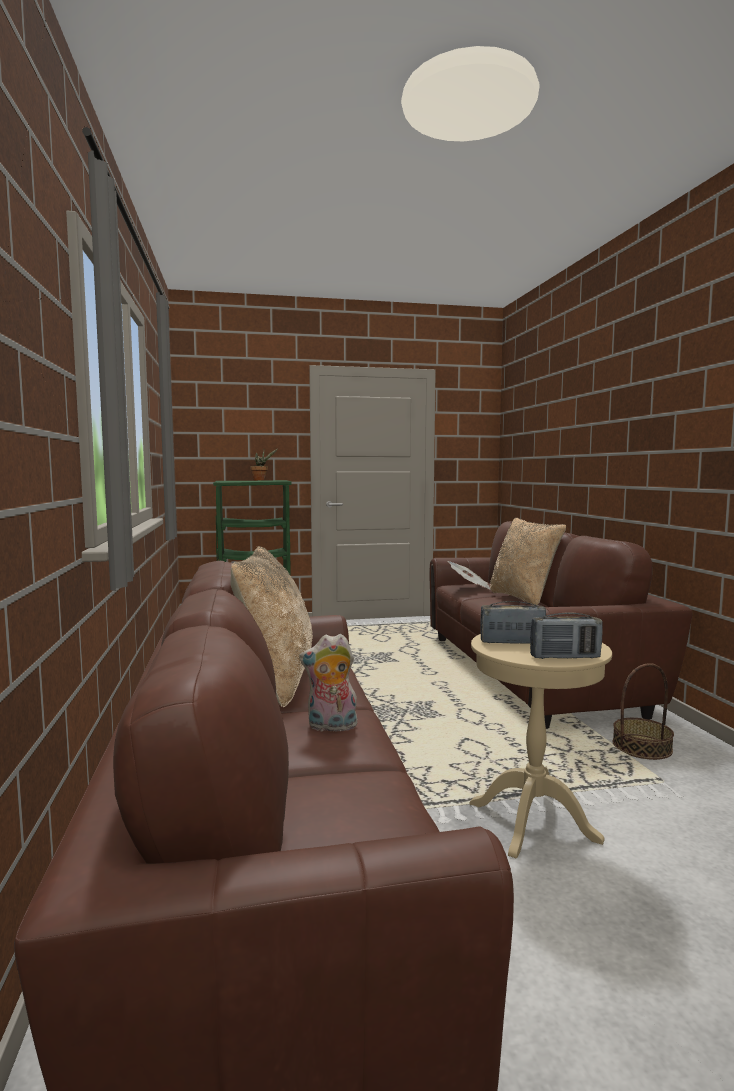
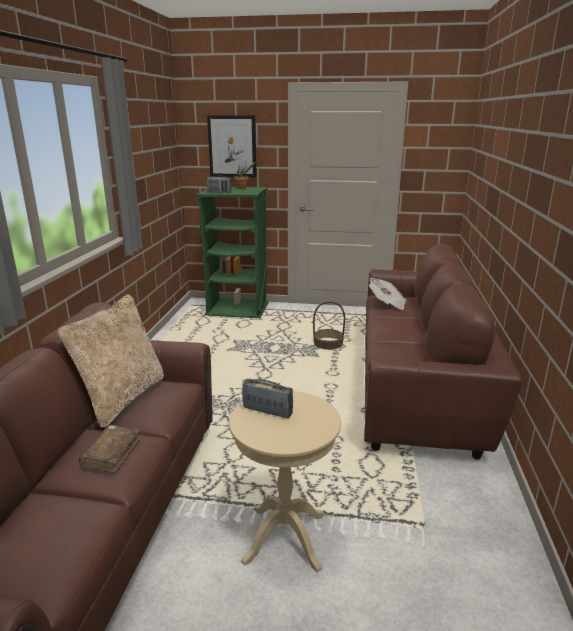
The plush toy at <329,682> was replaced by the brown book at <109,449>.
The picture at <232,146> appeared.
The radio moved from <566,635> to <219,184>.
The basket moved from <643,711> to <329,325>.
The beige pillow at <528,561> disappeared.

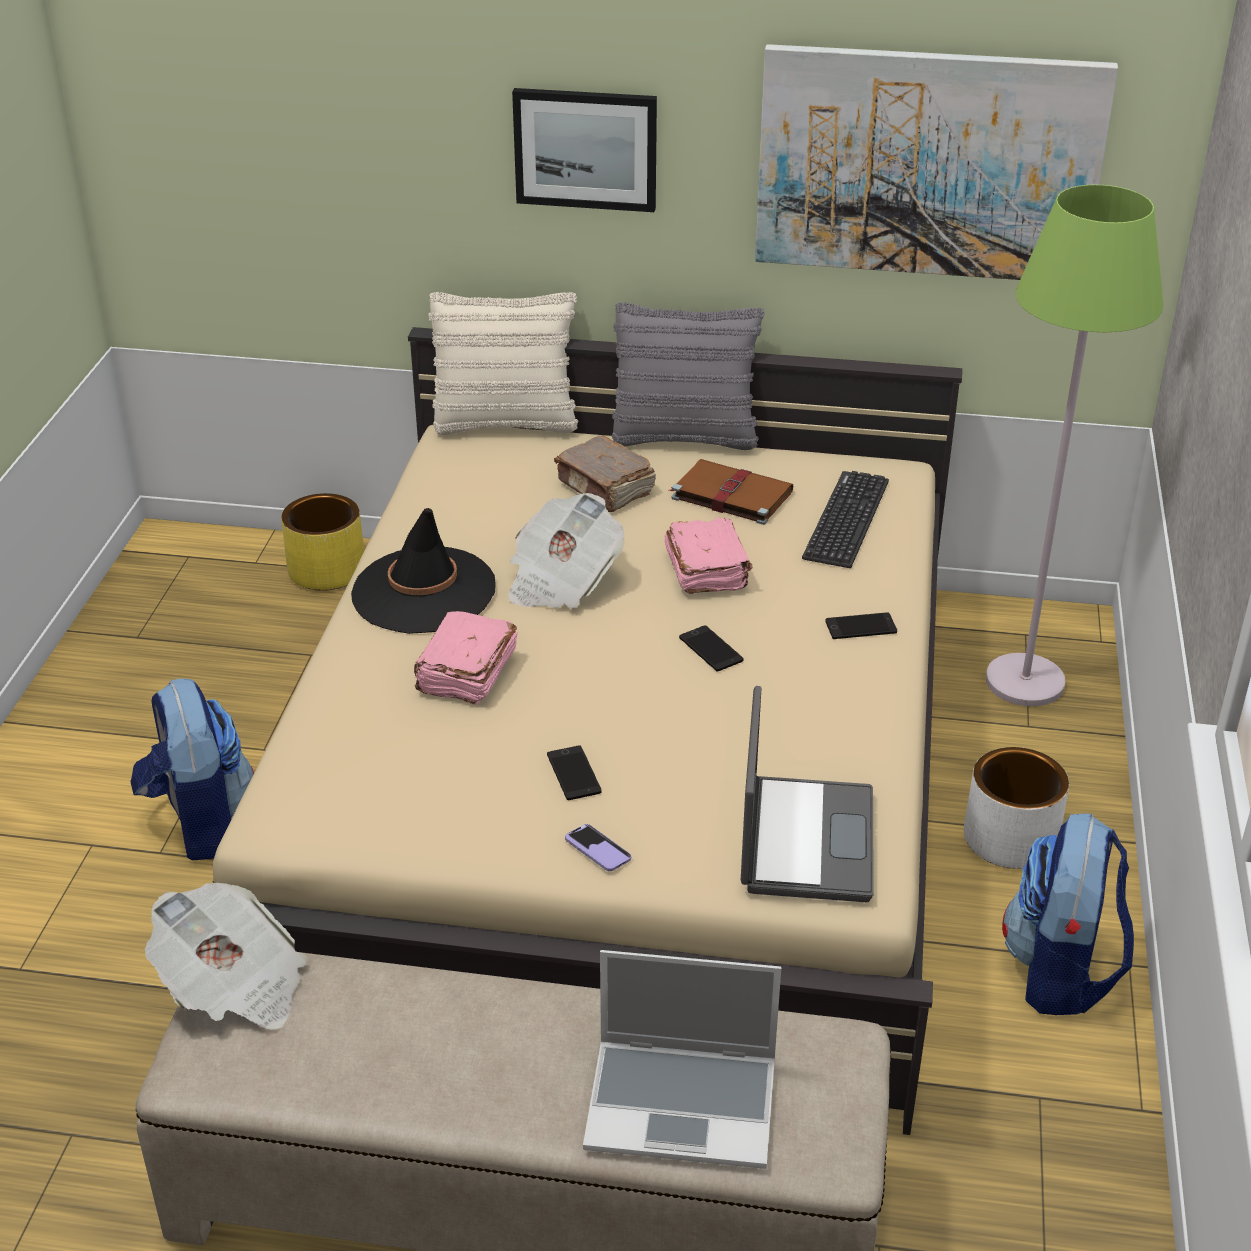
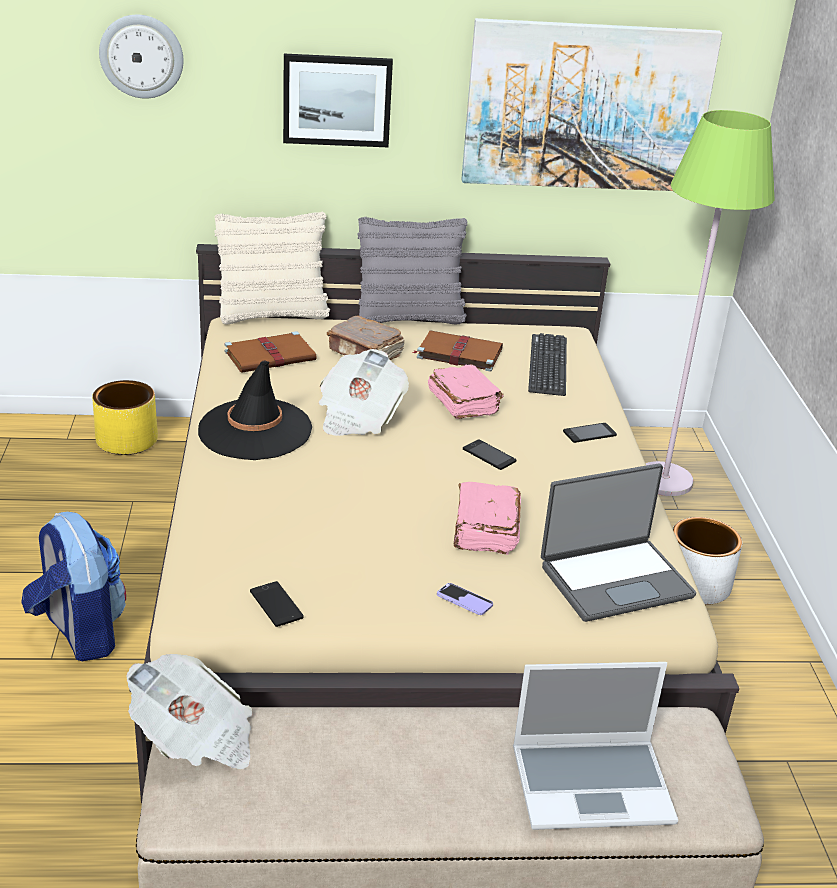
The wall clock at <141,57> appeared.
The brown book at <270,352> appeared.
The phone moved from <574,772> to <277,604>.
The pink book moved from <466,658> to <487,518>.
The laptop at <807,794> turned 75 degrees clockwise.
The backpack at <1068,914> disappeared.

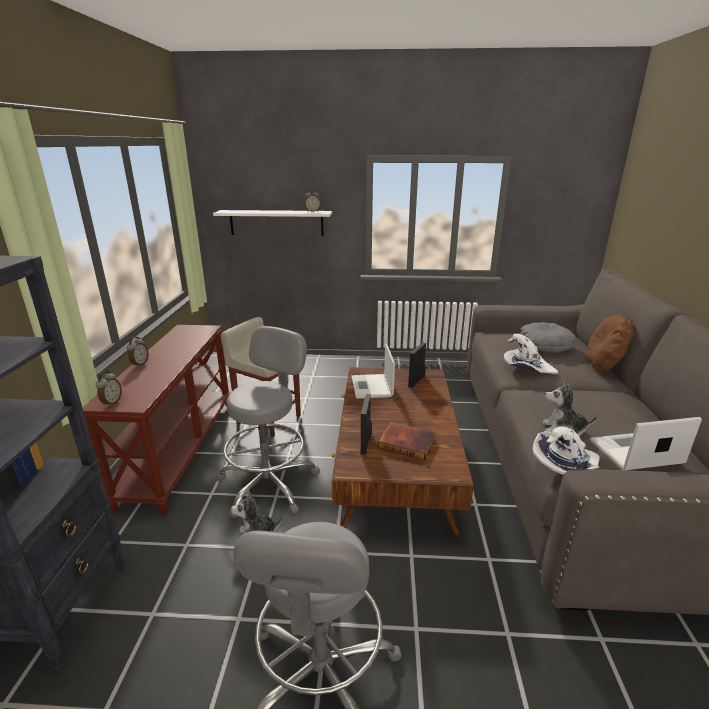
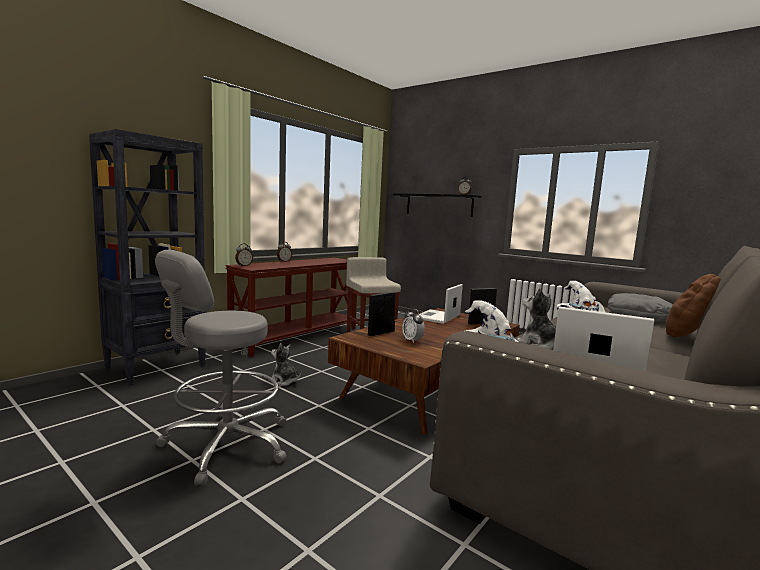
The white shelf at <272,223> became the black shelf at <437,205>.
The book at <406,441> was replaced by the alarm clock at <413,326>.
The grey stool at <268,422> disappeared.

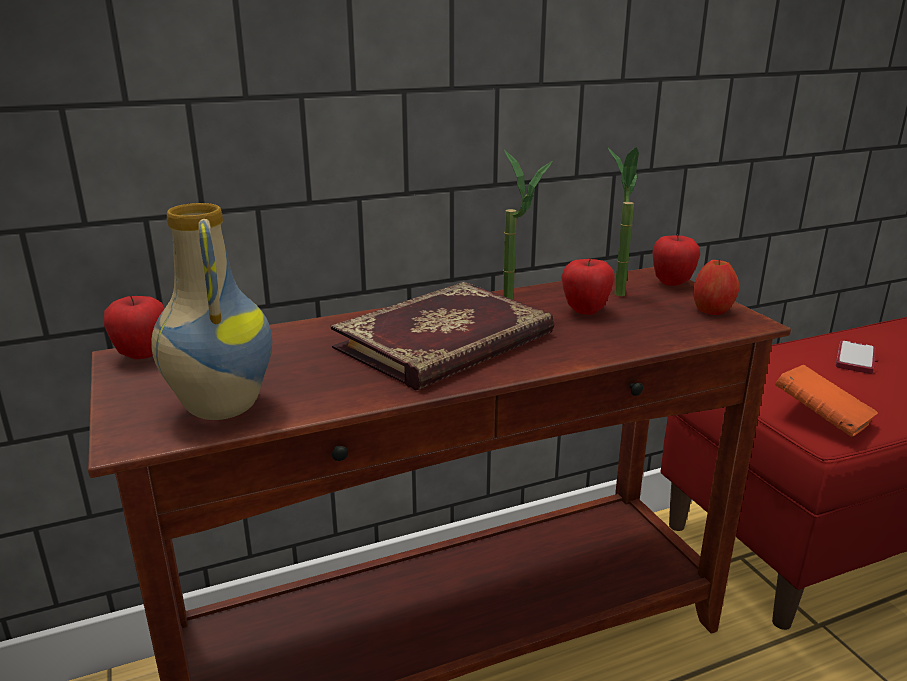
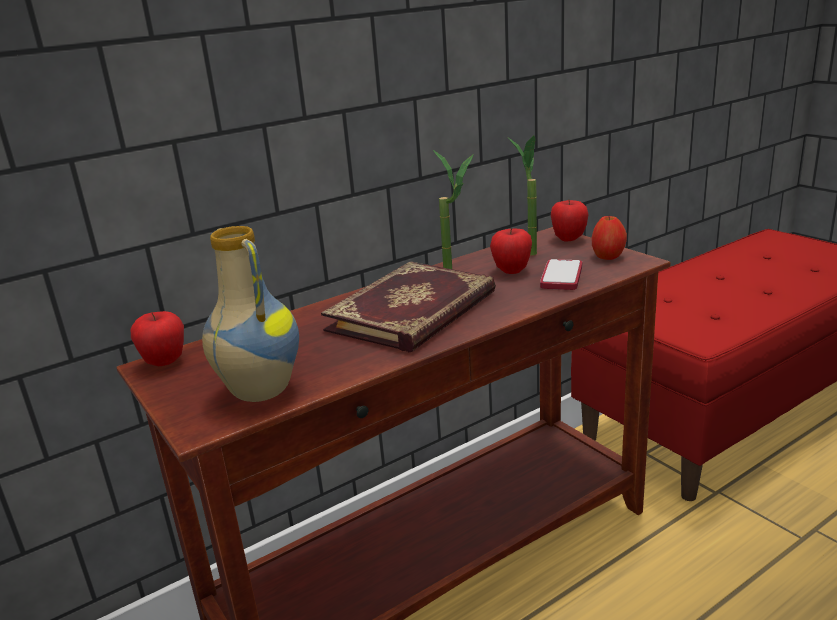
The phone moved from <856,357> to <561,274>.
The orange book at <826,401> disappeared.

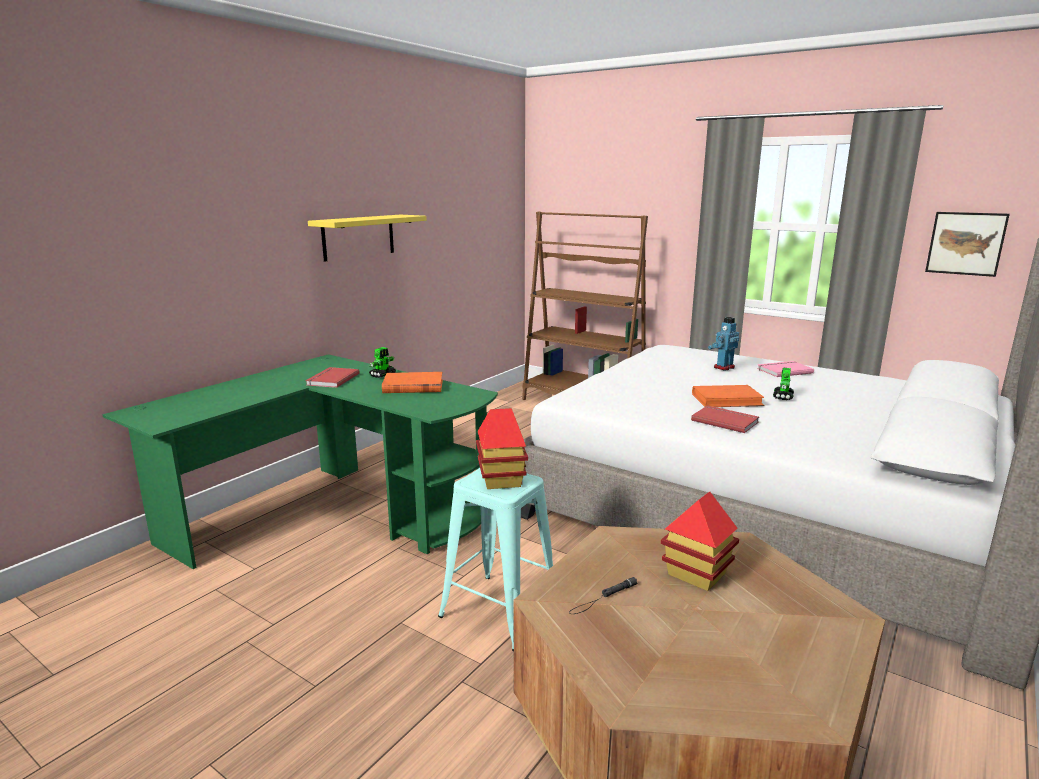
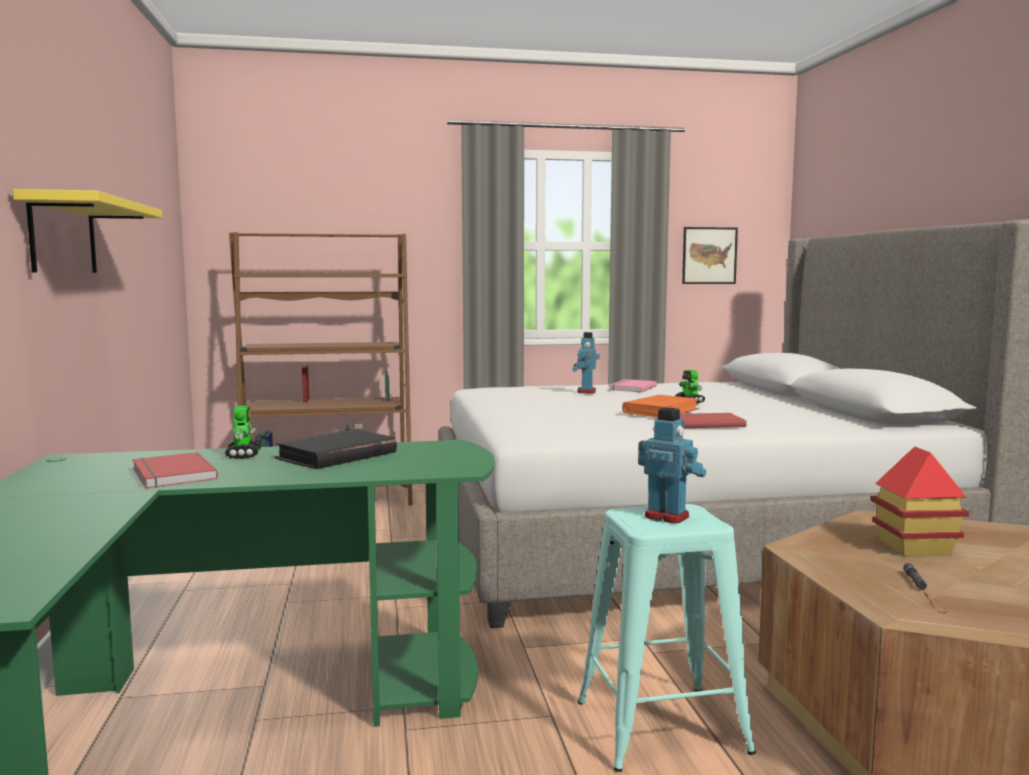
The orange book at <412,382> became the black book at <335,449>.
The toy house at <502,448> was replaced by the toy robot at <672,465>.

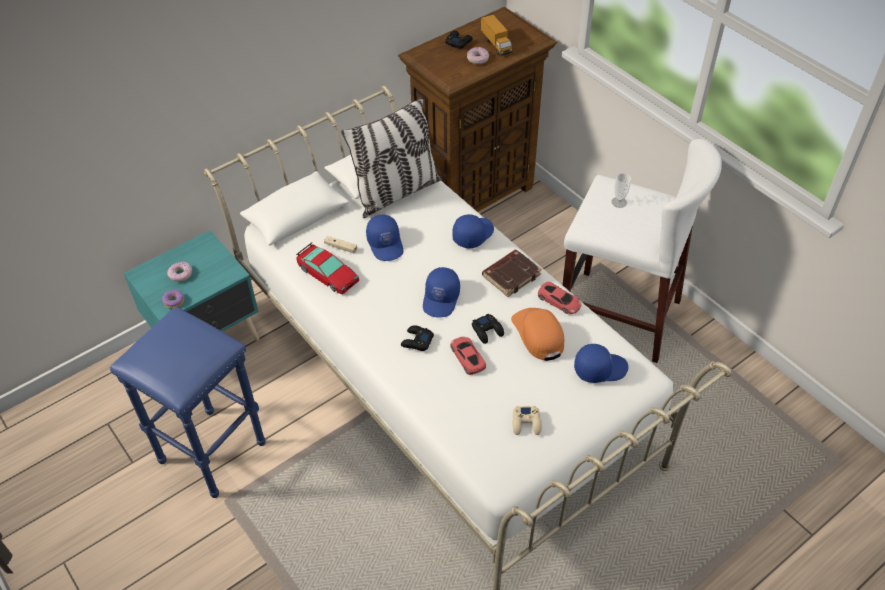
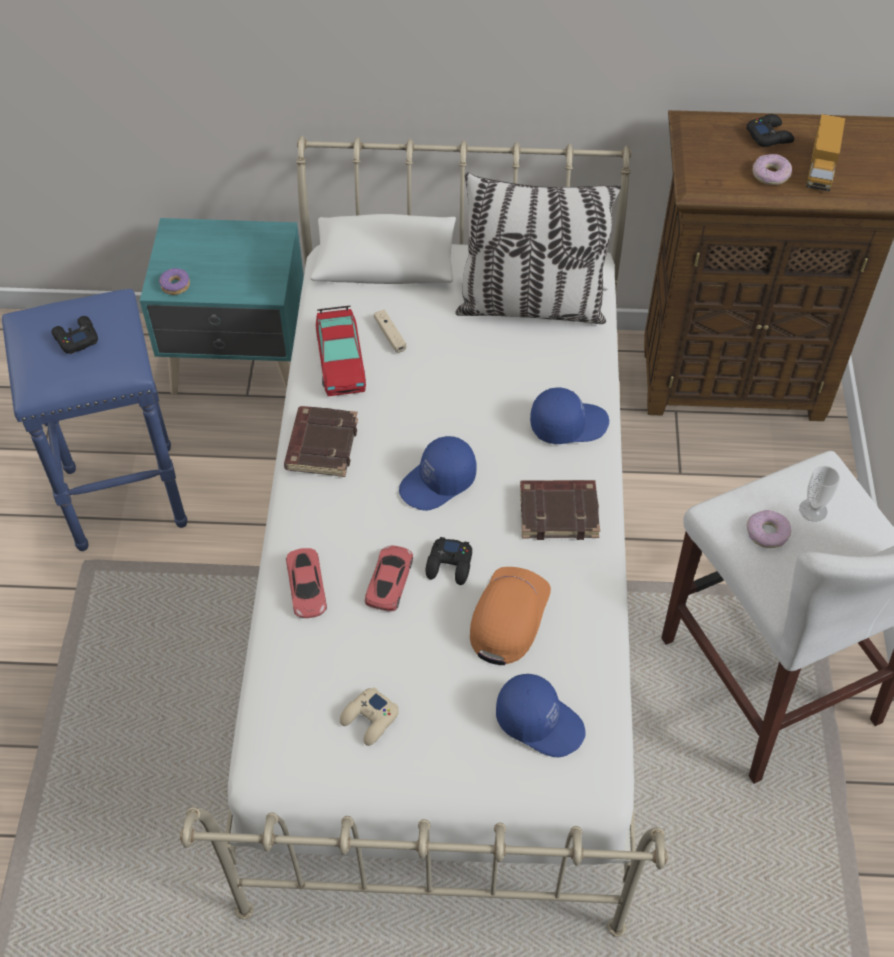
The black game controller moved from <417,338> to <74,335>.
The brown book at <321,441> appeared.
The red toy car moved from <560,298> to <306,583>.
The donut moved from <179,272> to <769,529>.
The blue cap at <384,237> disappeared.

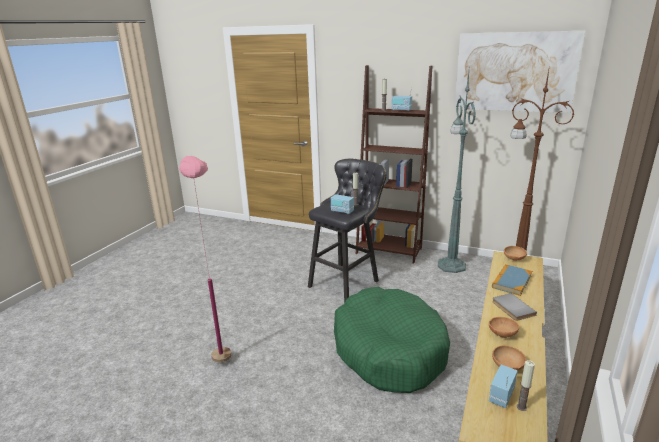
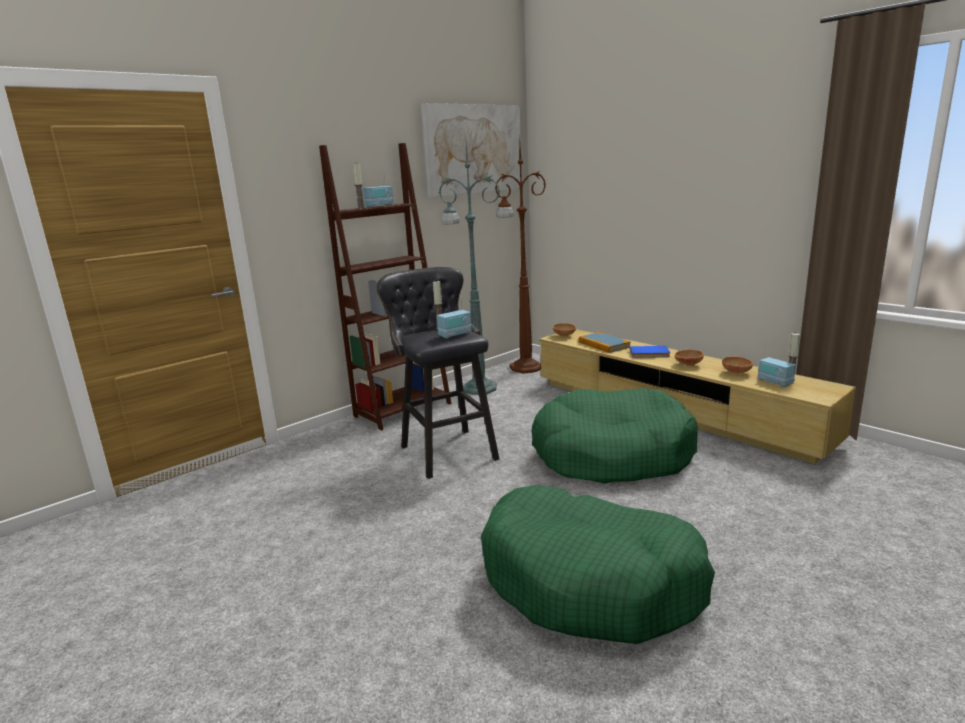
The pink floor lamp at <205,259> was replaced by the green dog bed at <598,564>.
The grey book at <514,307> became the blue book at <650,352>.

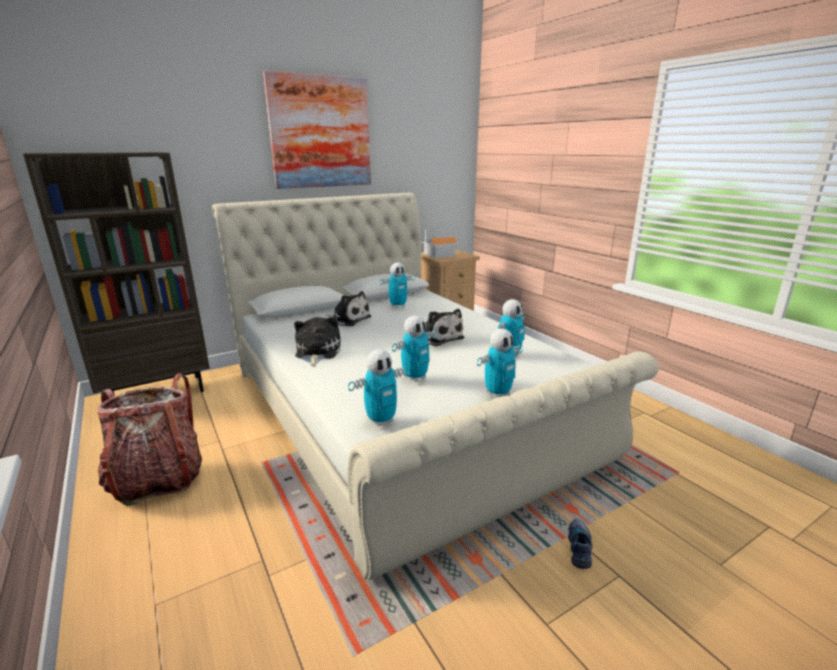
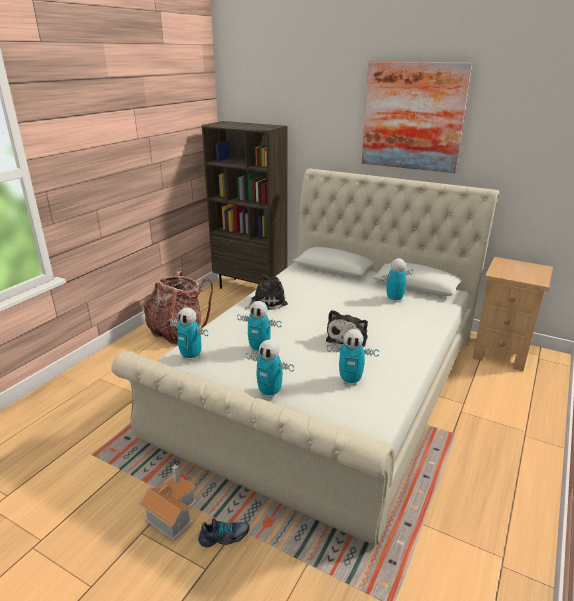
The toy house moved from <440,244> to <168,503>.
The toy robot at <397,285> turned 120 degrees clockwise.
The plush toy at <348,308> disappeared.

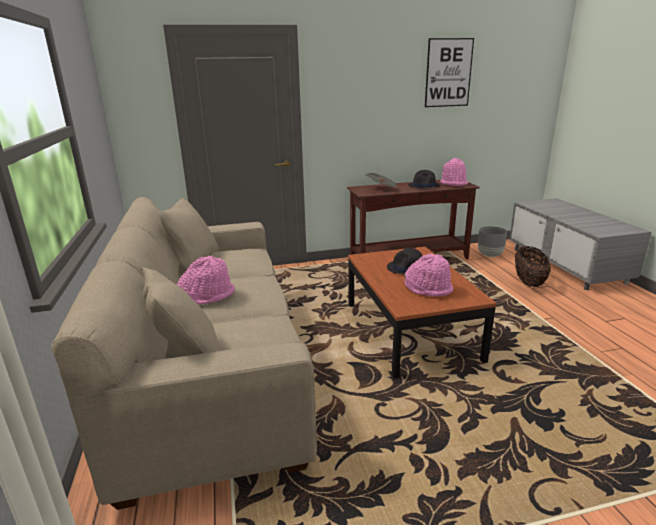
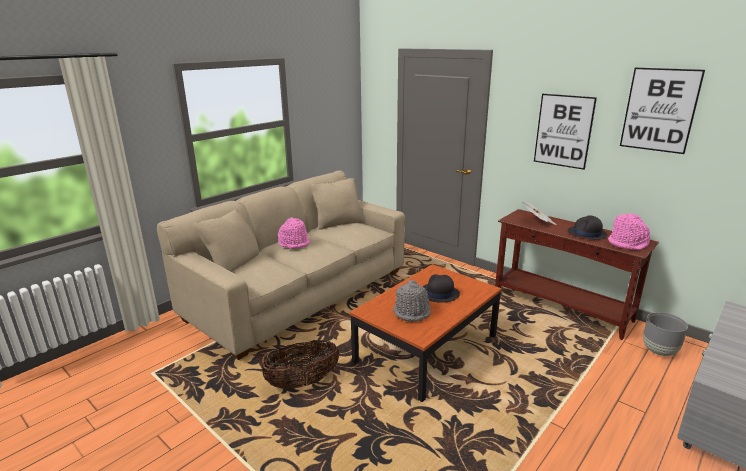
The basket moved from <533,266> to <300,364>.
The pink hat at <429,275> became the grey hat at <412,301>.
The picture at <565,132> appeared.

